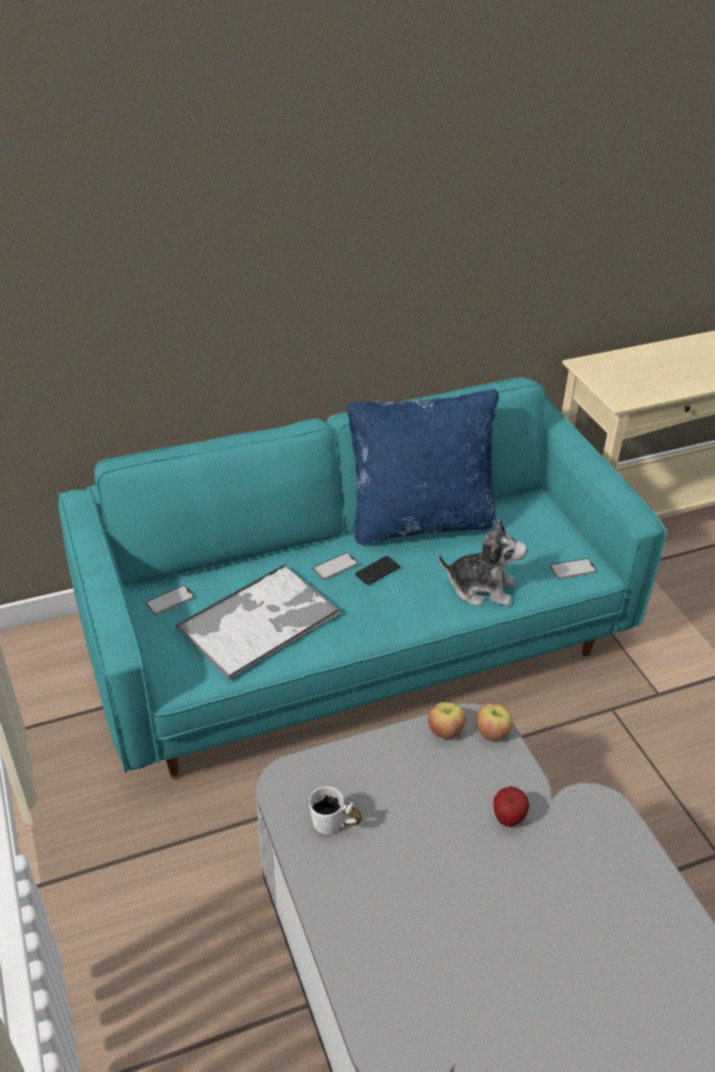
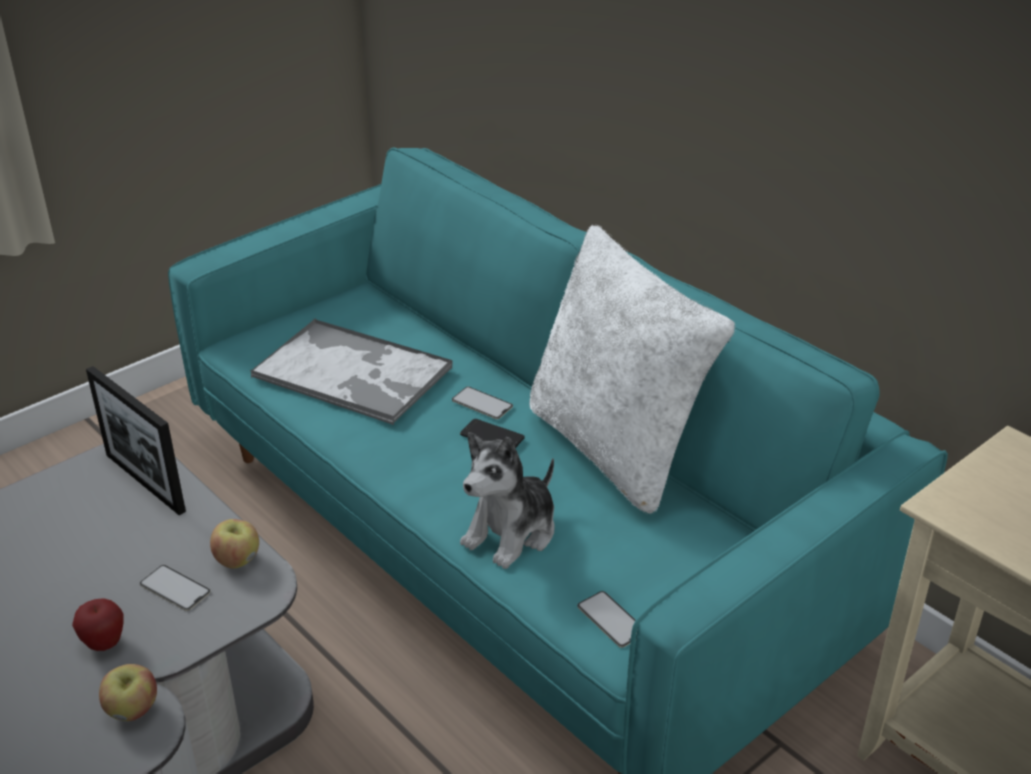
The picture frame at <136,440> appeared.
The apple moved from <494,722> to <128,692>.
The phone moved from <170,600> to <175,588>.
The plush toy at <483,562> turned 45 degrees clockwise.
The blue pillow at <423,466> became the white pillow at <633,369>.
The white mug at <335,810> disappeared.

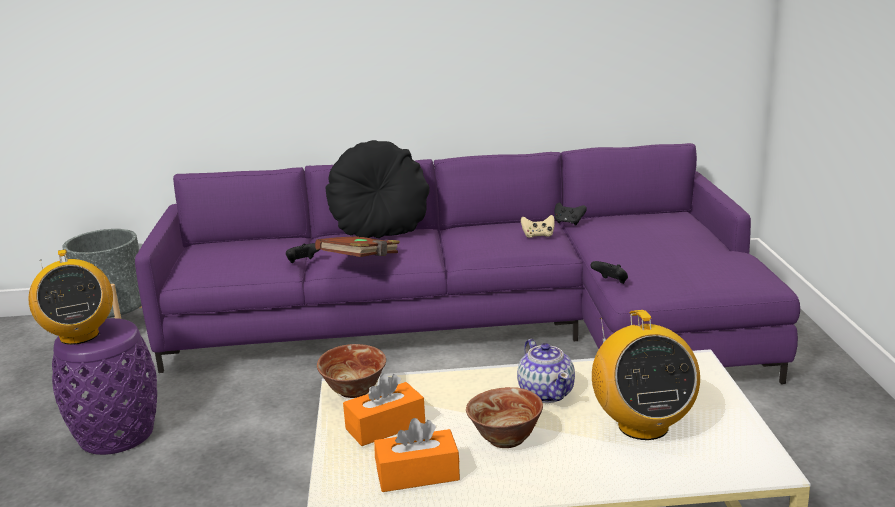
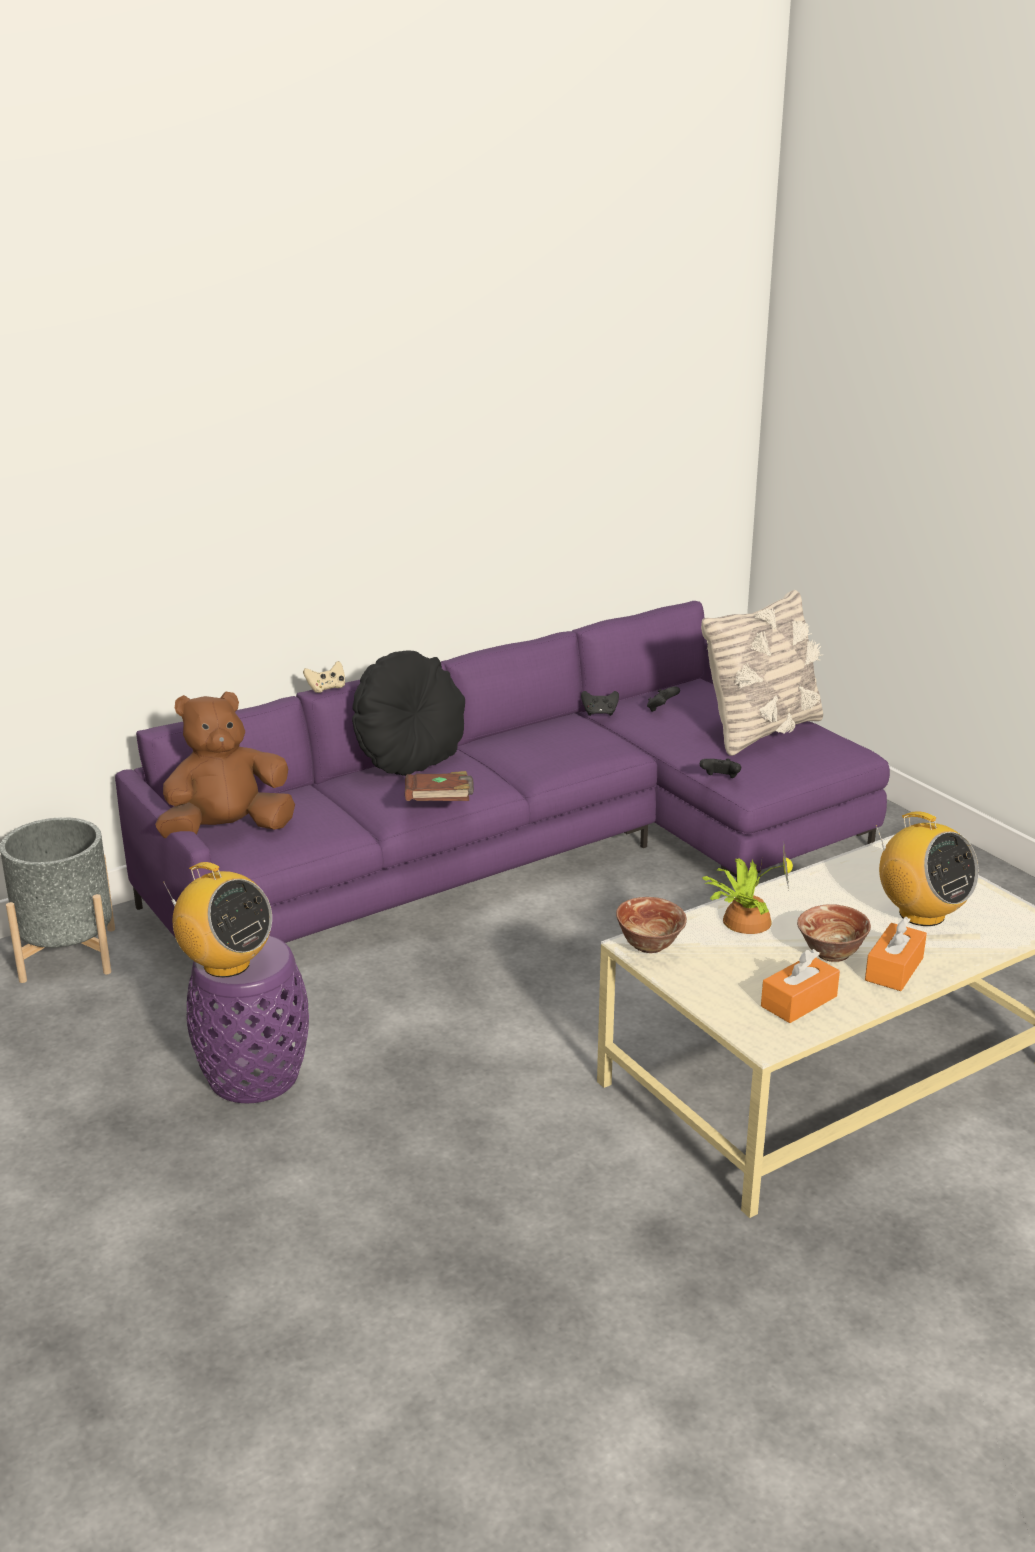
The brown plush toy at <225,764> appeared.
The beige game controller moved from <538,226> to <324,677>.
The black game controller moved from <302,253> to <663,699>.
The beige pillow at <762,673> appeared.
The potted plant at <747,889> appeared.
The orange tissue box moved from <384,410> to <896,954>.
The teapot at <546,371> disappeared.

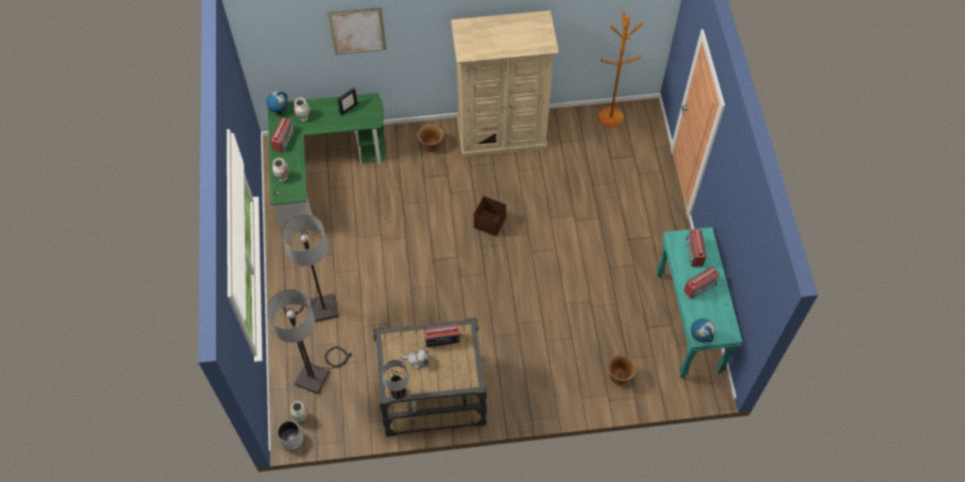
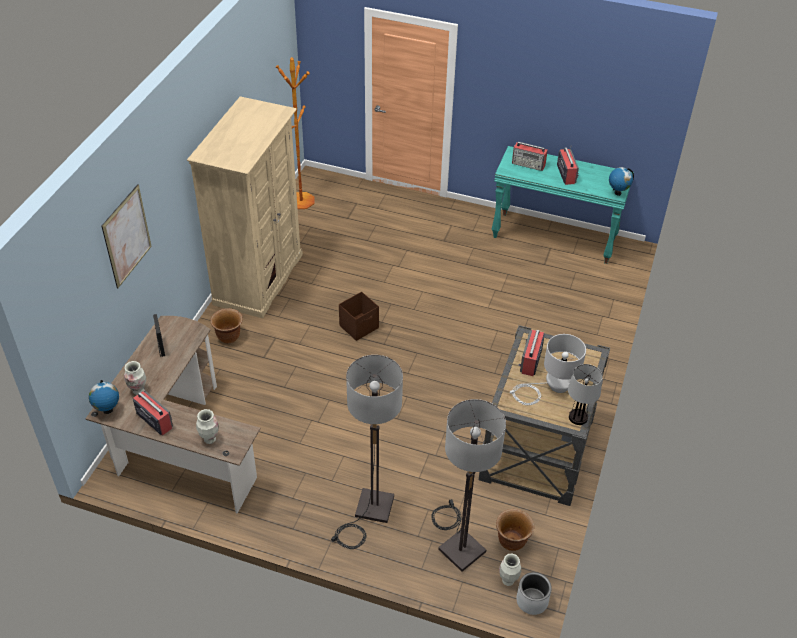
The green desk at <327,162> became the brown desk at <172,414>.
The brown planter moved from <622,369> to <515,530>.
The plush toy at <415,359> was replaced by the grey table lamp at <548,369>.

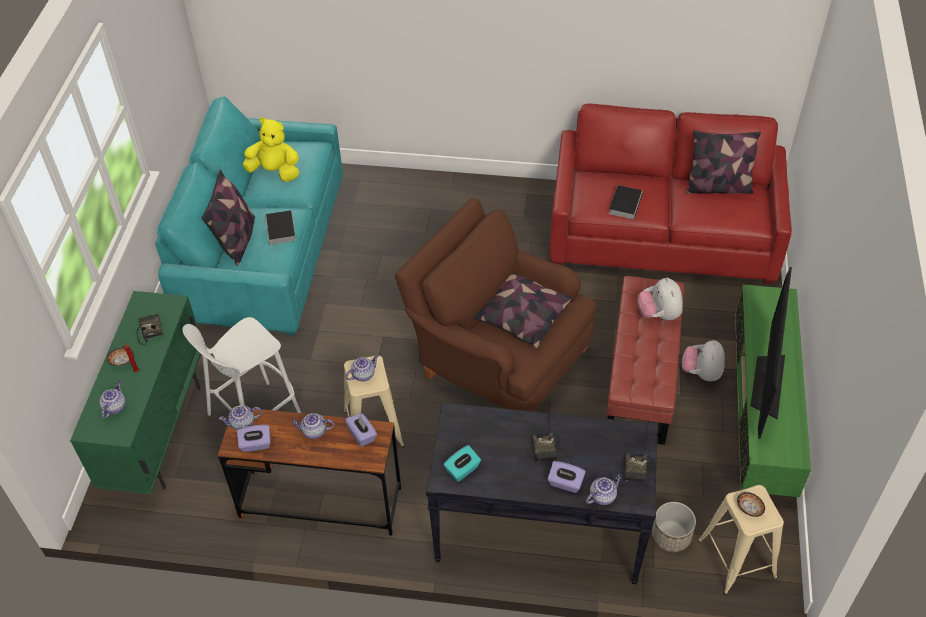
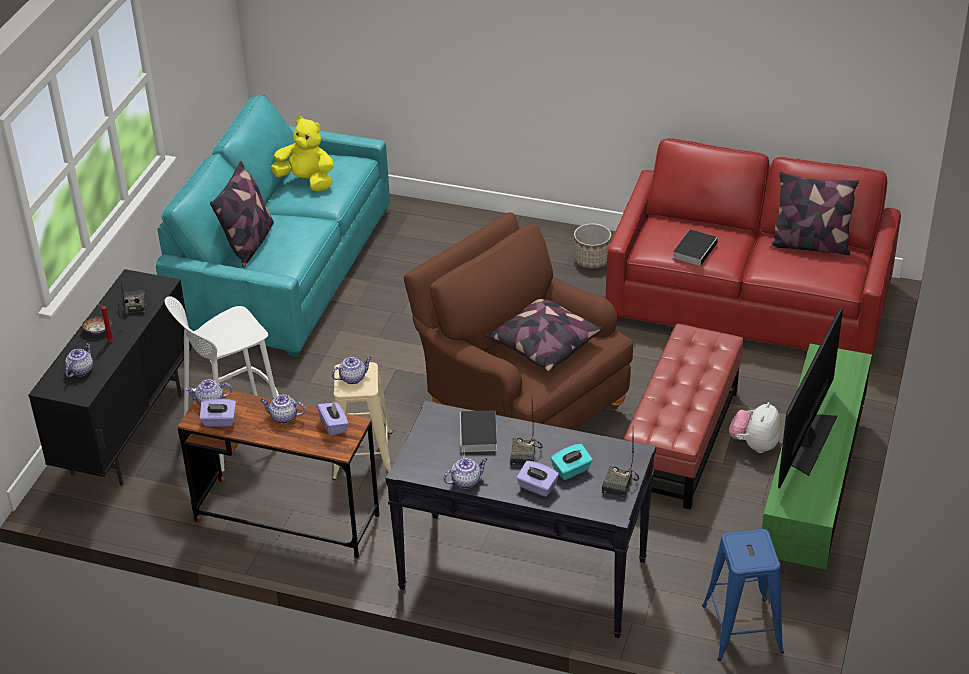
The green cabinet at <135,392> became the black cabinet at <110,377>.
The teapot moved from <604,489> to <465,473>.
The book moved from <280,229> to <478,434>.
The turquoise tissue box moved from <462,463> to <572,462>.
The planter moved from <674,527> to <592,245>.
The beige stool at <741,540> became the blue stool at <743,595>.
The plush toy at <660,298> disappeared.
The bowl at <751,504> disappeared.

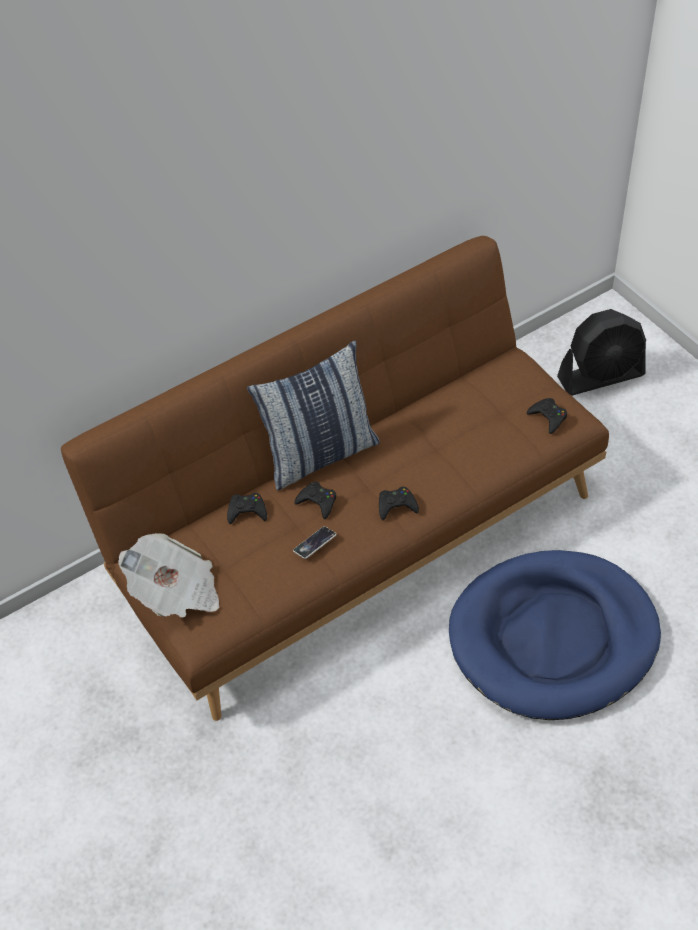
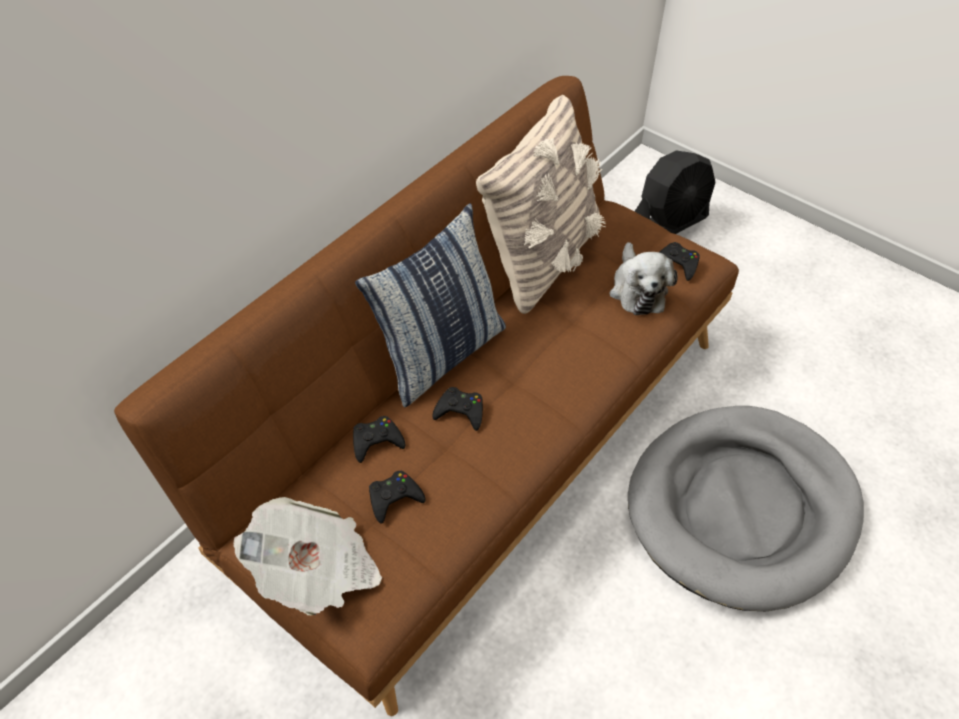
The black game controller moved from <399,503> to <397,497>.
The beige pillow at <541,204> appeared.
The plush toy at <644,278> appeared.
The blue dog bed at <555,635> became the grey dog bed at <746,508>.
The phone at <315,542> disappeared.

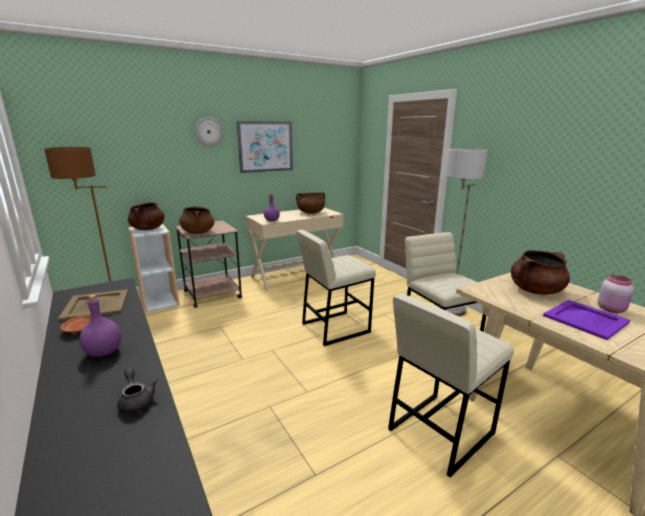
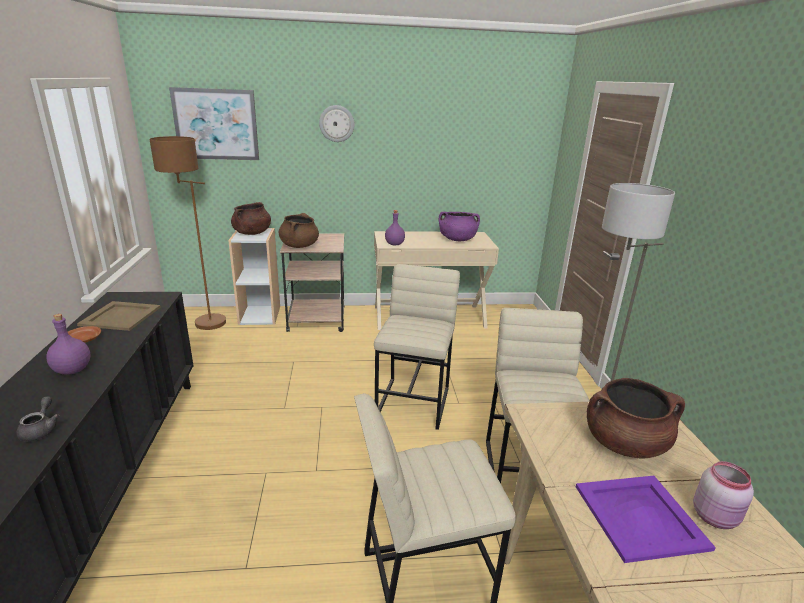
The picture moved from <265,147> to <214,123>.
The beige chair at <336,288> turned 105 degrees clockwise.
The brown cooking pot at <310,203> became the purple cooking pot at <459,226>.

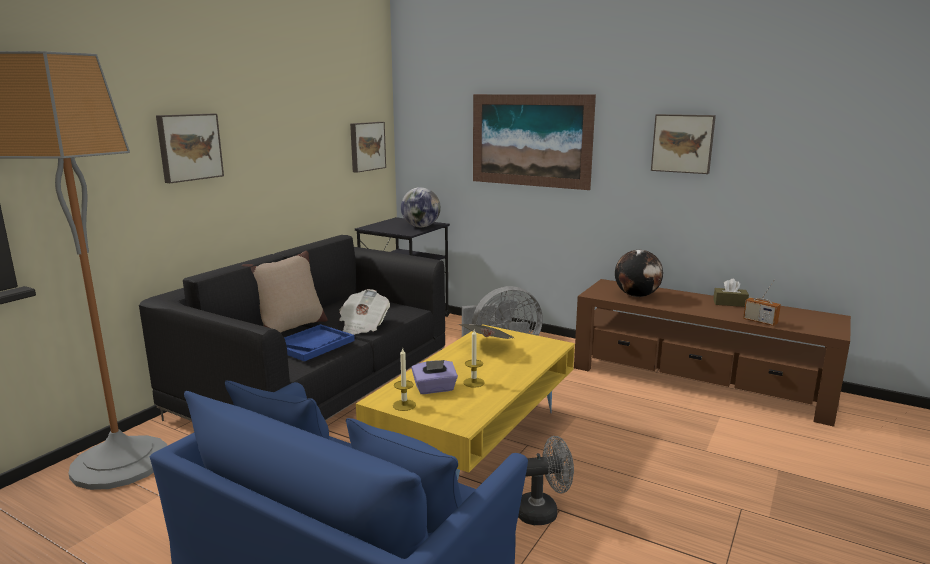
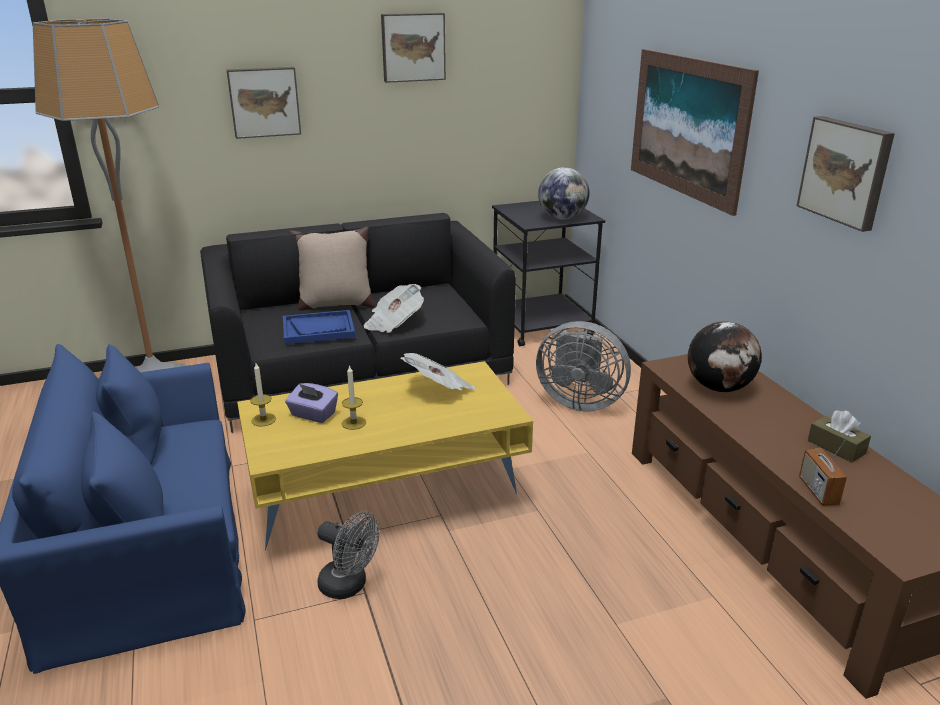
The picture moved from <368,147> to <413,48>.

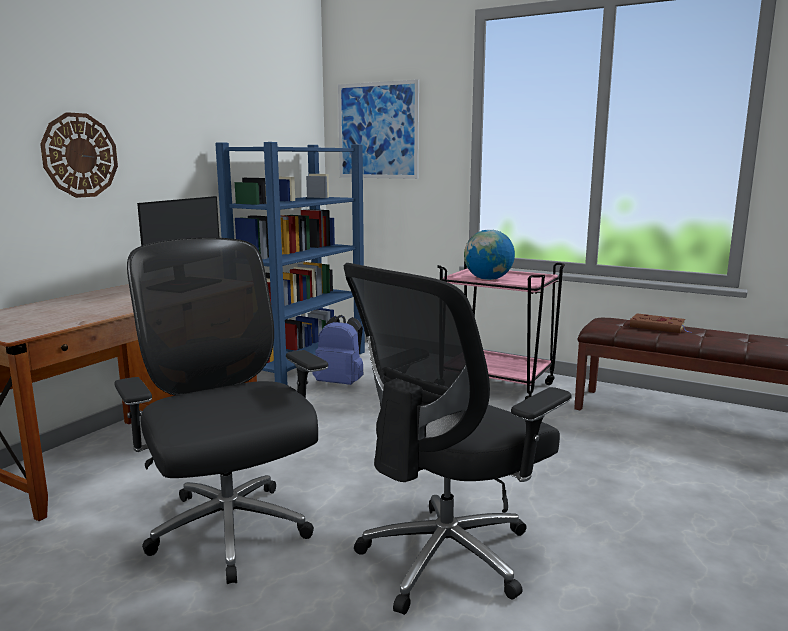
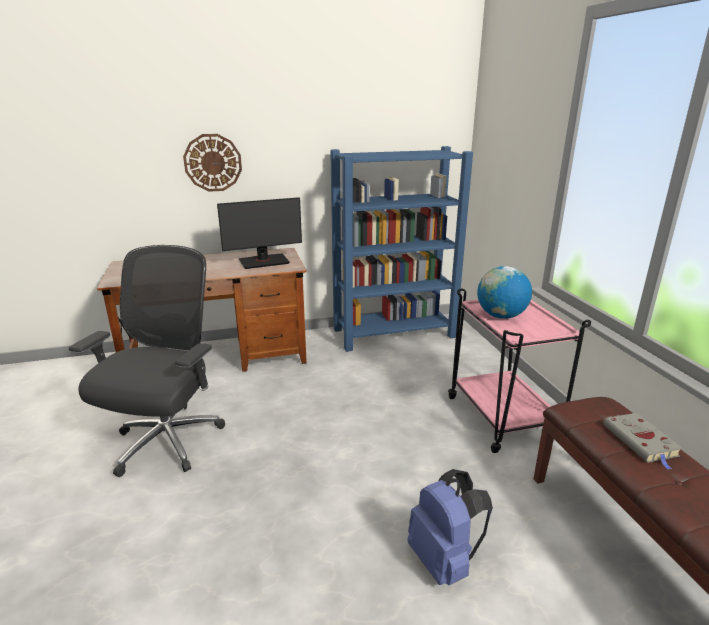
The blue backpack moved from <338,350> to <450,527>.
The brown book at <661,323> became the grey book at <643,441>.
The picture at <378,129> disappeared.
The office chair at <458,439> disappeared.

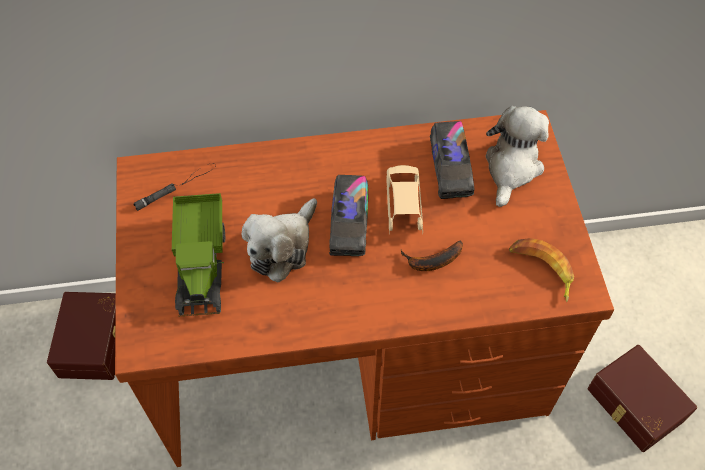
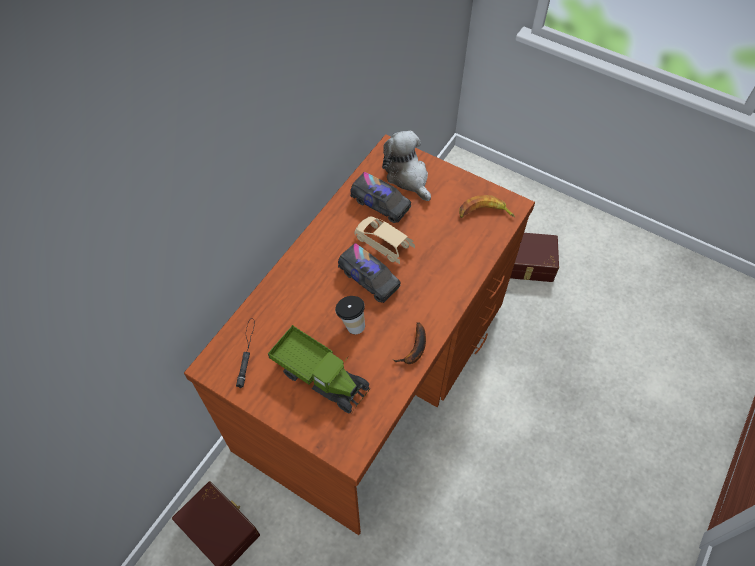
The plush toy at <279,240> was replaced by the cup at <350,315>.
The banana moved from <431,256> to <409,343>.

